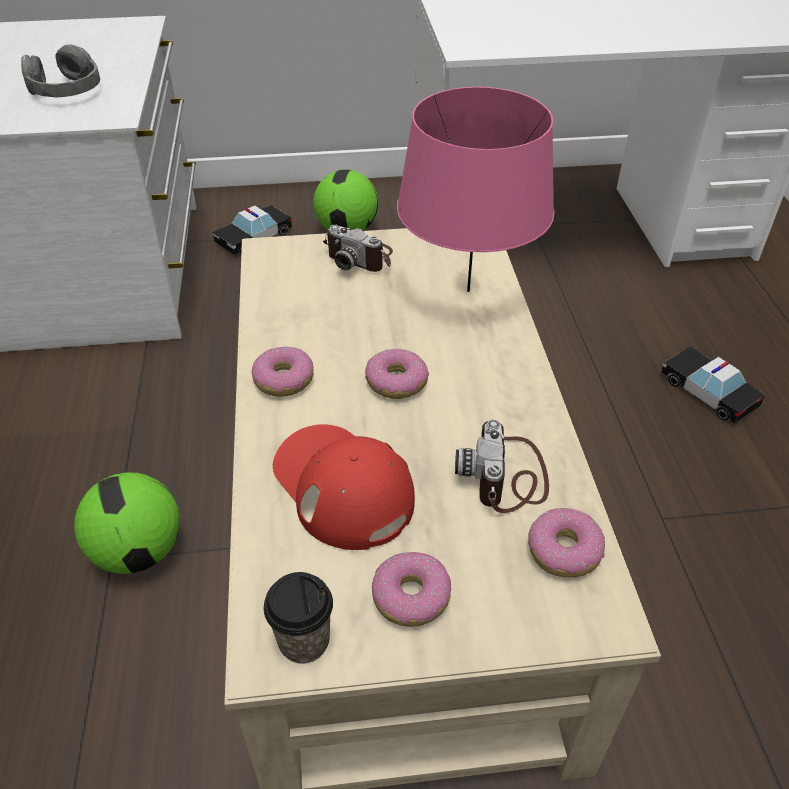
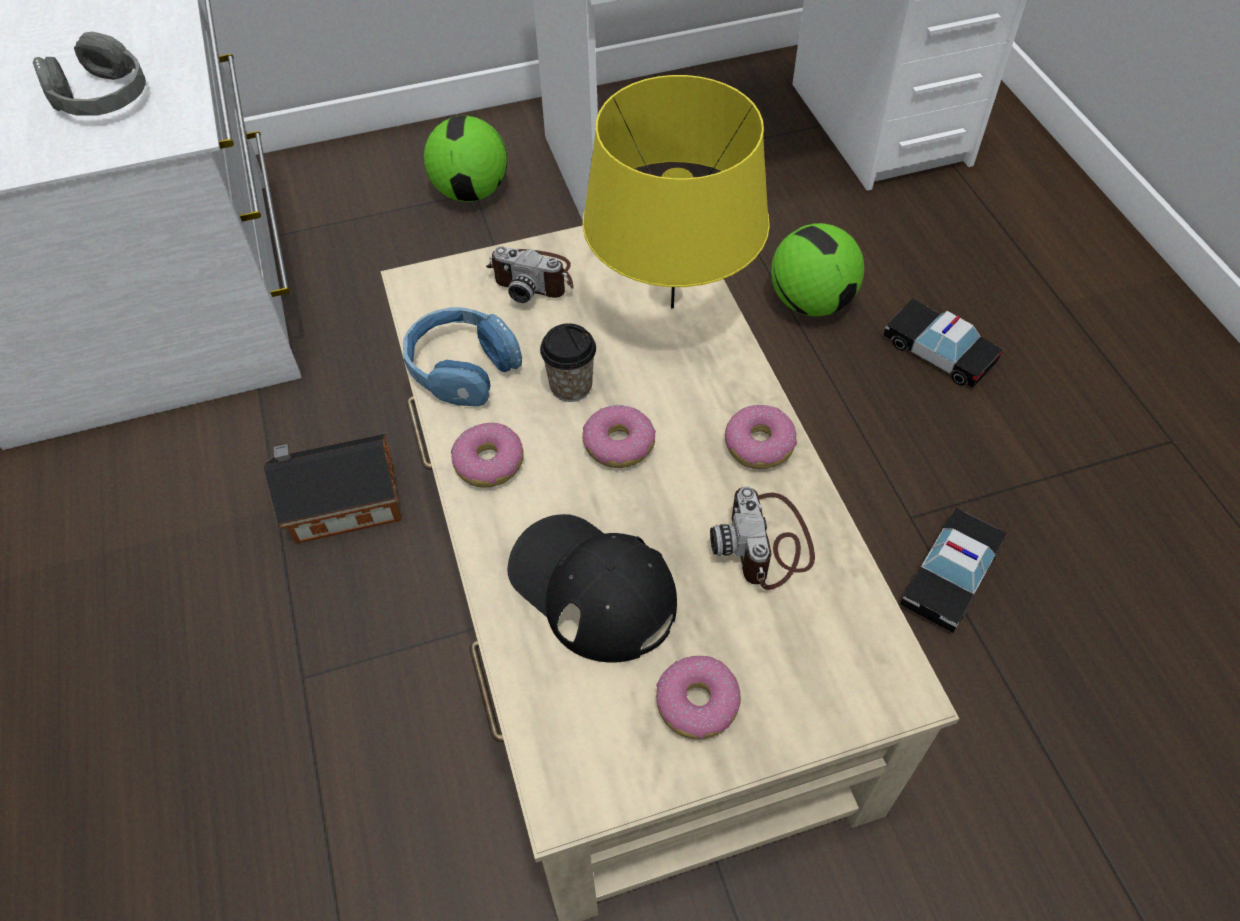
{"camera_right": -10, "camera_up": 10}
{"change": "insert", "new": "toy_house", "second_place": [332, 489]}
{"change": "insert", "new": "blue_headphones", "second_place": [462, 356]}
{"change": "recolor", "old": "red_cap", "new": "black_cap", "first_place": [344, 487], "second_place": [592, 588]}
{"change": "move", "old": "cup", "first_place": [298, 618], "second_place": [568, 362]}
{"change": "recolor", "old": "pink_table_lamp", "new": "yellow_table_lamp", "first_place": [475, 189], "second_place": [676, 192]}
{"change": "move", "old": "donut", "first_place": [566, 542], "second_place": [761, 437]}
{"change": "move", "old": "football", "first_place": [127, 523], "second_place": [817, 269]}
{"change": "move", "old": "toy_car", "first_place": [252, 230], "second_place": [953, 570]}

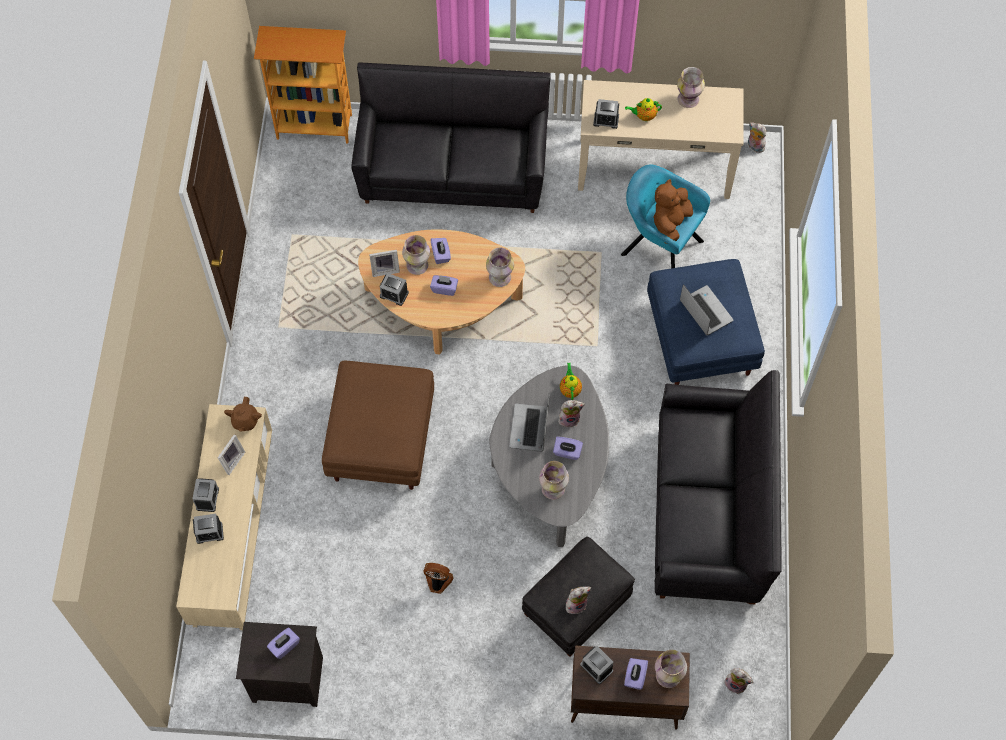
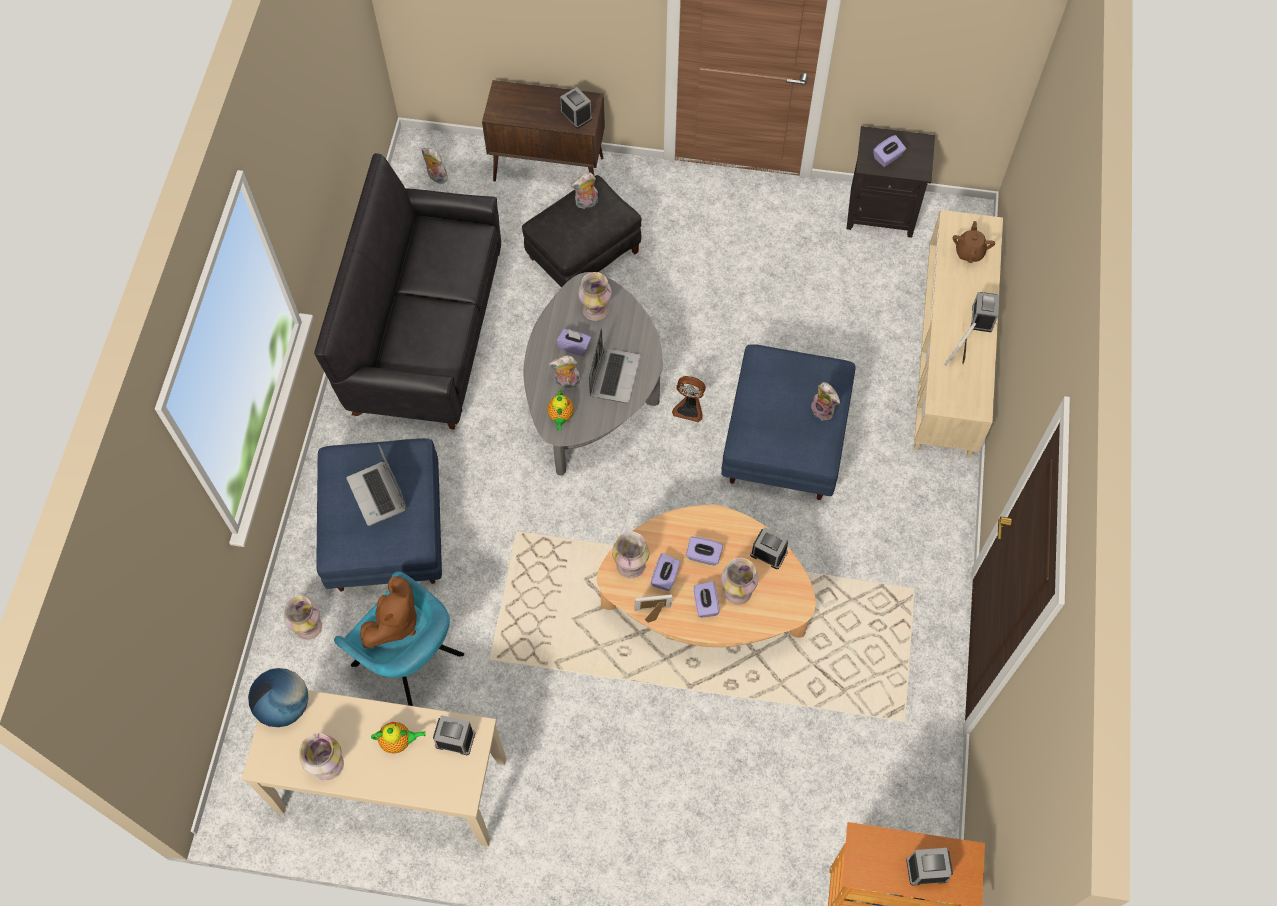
{"camera_right": -175, "camera_up": 0}
{"change": "insert", "new": "globe", "second_place": [278, 697]}
{"change": "move", "old": "vase", "first_place": [671, 669], "second_place": [303, 618]}
{"change": "move", "old": "picture_frame", "first_place": [384, 263], "second_place": [653, 608]}
{"change": "move", "old": "purple_tissue_box", "first_place": [636, 674], "second_place": [665, 572]}
{"change": "move", "old": "fan", "first_place": [438, 578], "second_place": [689, 399]}
{"change": "recolor", "old": "brown_ottoman", "new": "blue_ottoman", "first_place": [378, 425], "second_place": [788, 422]}
{"change": "move", "old": "plush_toy", "first_place": [757, 137], "second_place": [825, 401]}
{"change": "move", "old": "alarm_clock", "first_place": [208, 529], "second_place": [929, 867]}
{"change": "move", "old": "brown_teapot", "first_place": [243, 414], "second_place": [974, 242]}
{"change": "delete", "old": "black_sofa", "first_place": [451, 138]}

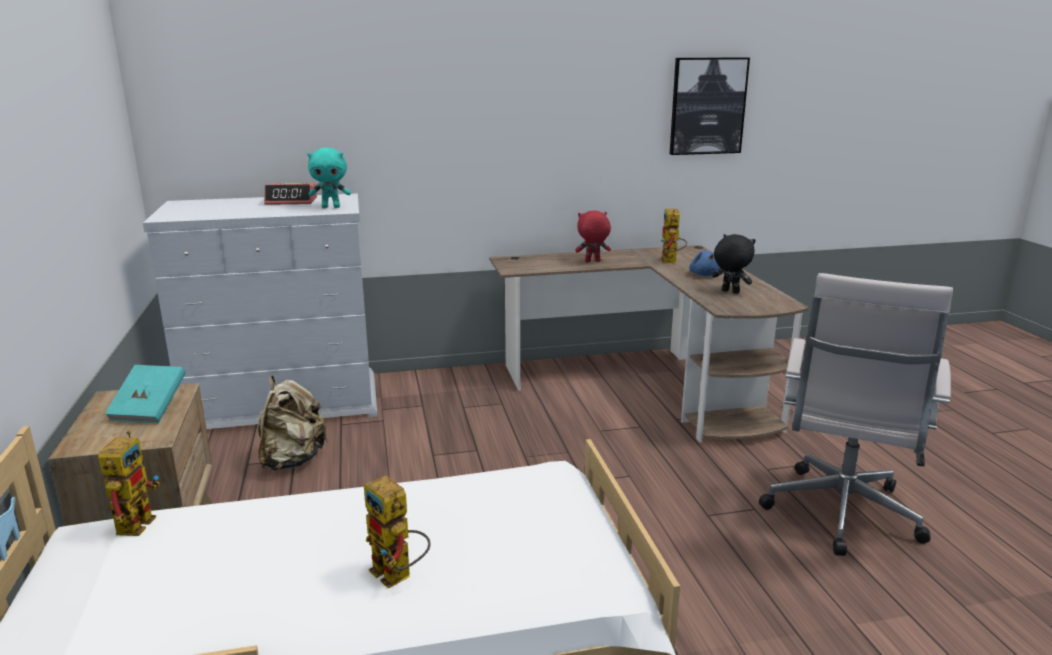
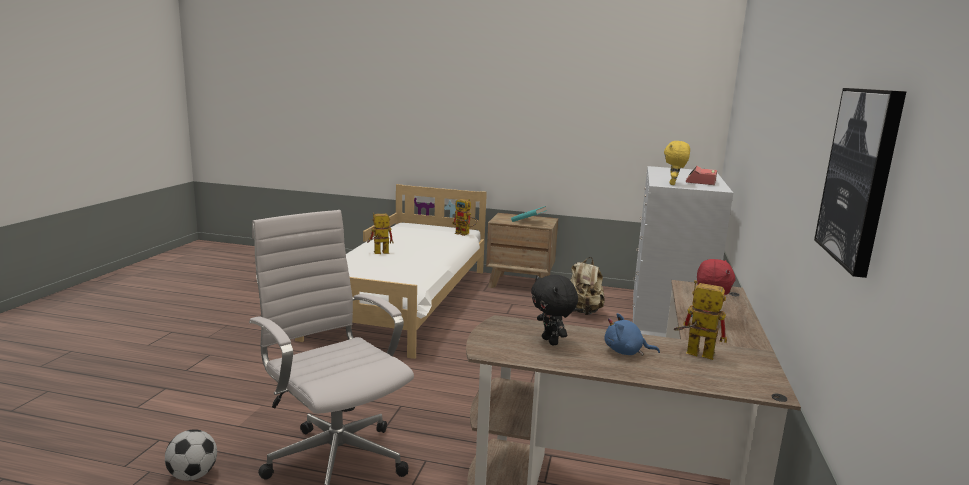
{"camera_right": 115, "camera_up": -5}
{"change": "insert", "new": "football", "second_place": [191, 455]}
{"change": "rotate", "old": "black_plush_toy", "first_place": [734, 264], "second_place": [554, 310], "degrees": 90}
{"change": "recolor", "old": "turquoise_plush_toy", "new": "yellow_plush_toy", "first_place": [329, 178], "second_place": [677, 163]}

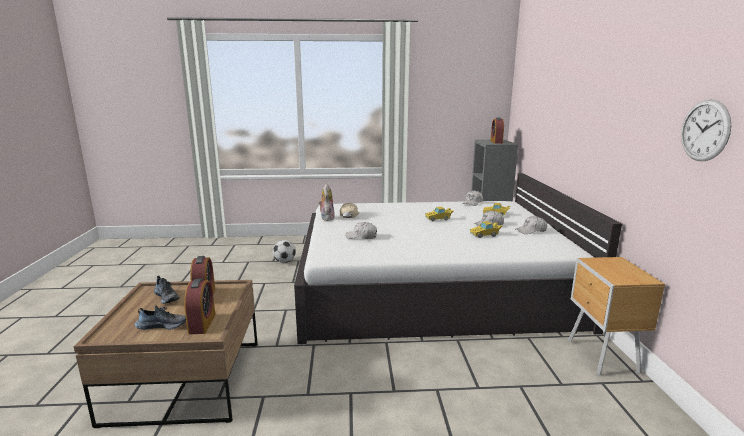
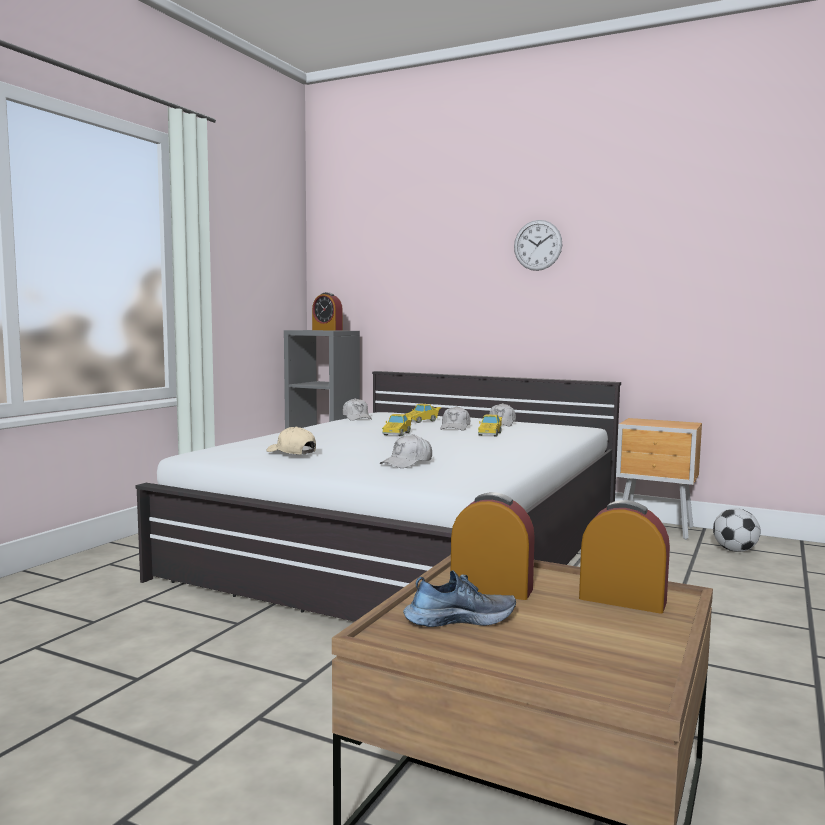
{"camera_right": -60, "camera_up": -10}
{"change": "move", "old": "wall_clock", "first_place": [706, 130], "second_place": [538, 245]}
{"change": "move", "old": "football", "first_place": [284, 251], "second_place": [737, 530]}
{"change": "delete", "old": "shoe", "first_place": [160, 317]}
{"change": "delete", "old": "plush_toy", "first_place": [326, 202]}

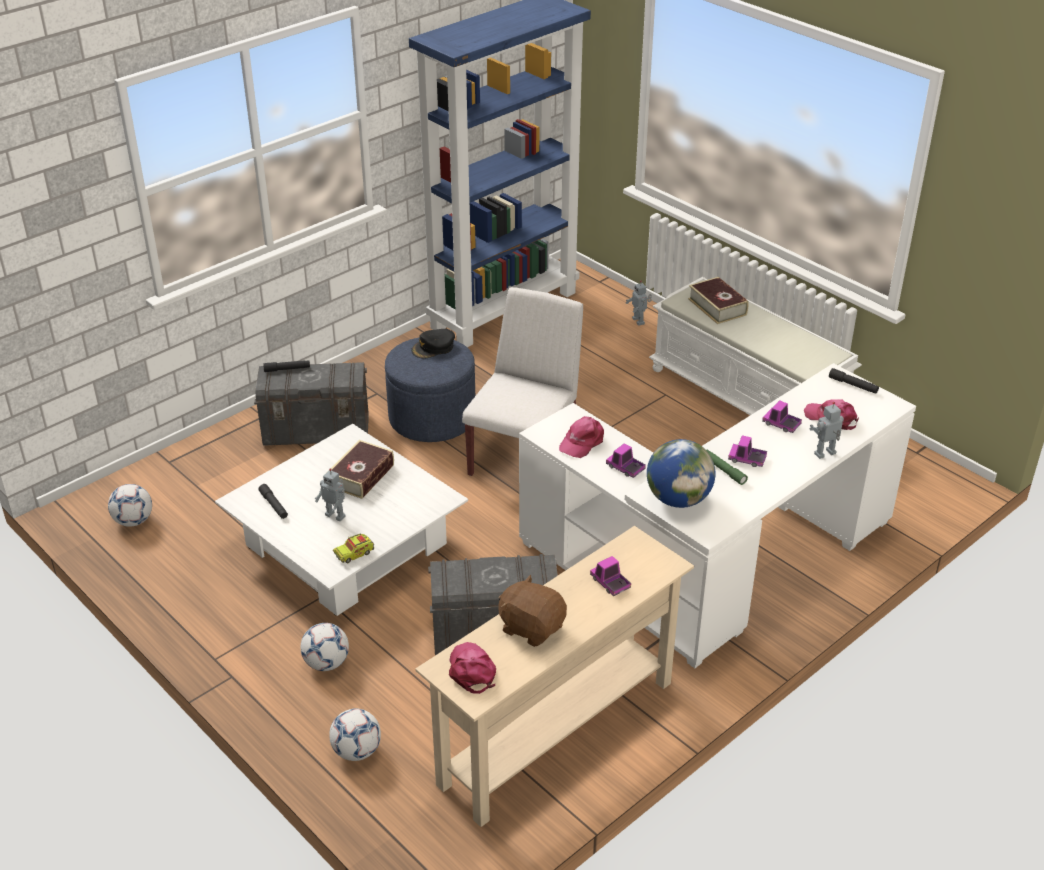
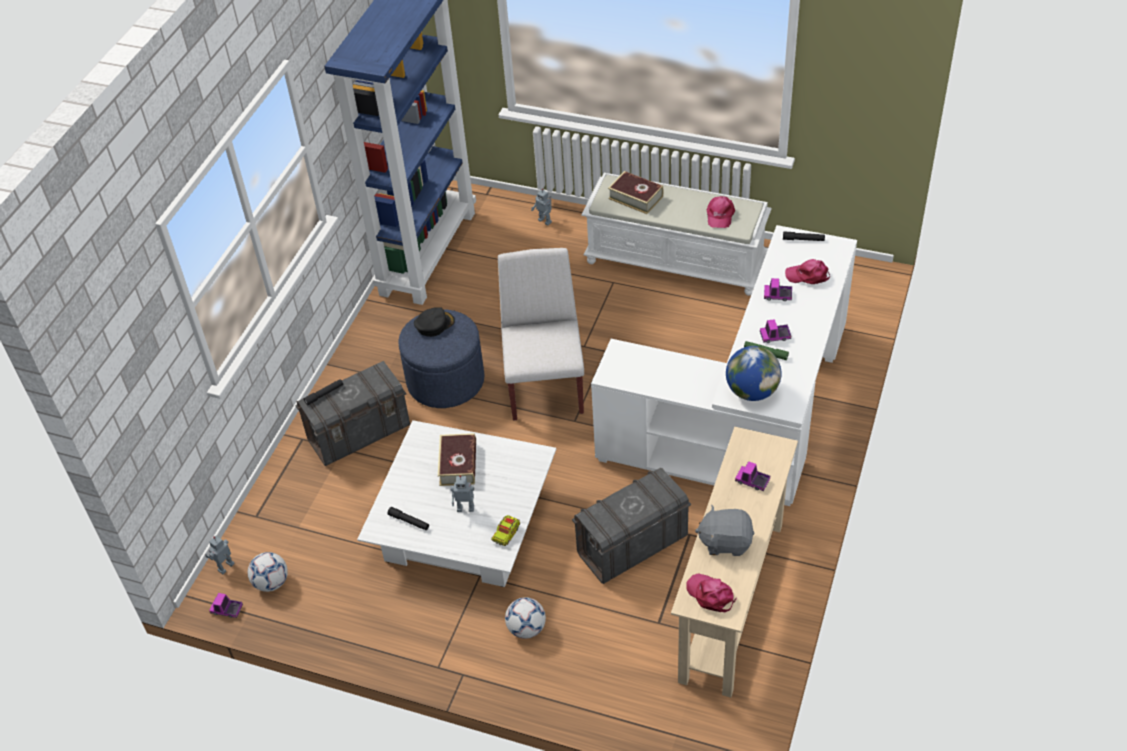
{"camera_right": -25, "camera_up": 10}
{"change": "move", "old": "toy_robot", "first_place": [826, 430], "second_place": [220, 555]}
{"change": "move", "old": "toy_truck", "first_place": [626, 460], "second_place": [226, 605]}
{"change": "rotate", "old": "black_cap", "first_place": [433, 344], "second_place": [434, 322], "degrees": -150}
{"change": "recolor", "old": "brown_plush_toy", "new": "grey_plush_toy", "first_place": [532, 611], "second_place": [725, 530]}
{"change": "move", "old": "pink_cap", "first_place": [581, 437], "second_place": [721, 212]}
{"change": "delete", "old": "football", "first_place": [355, 734]}

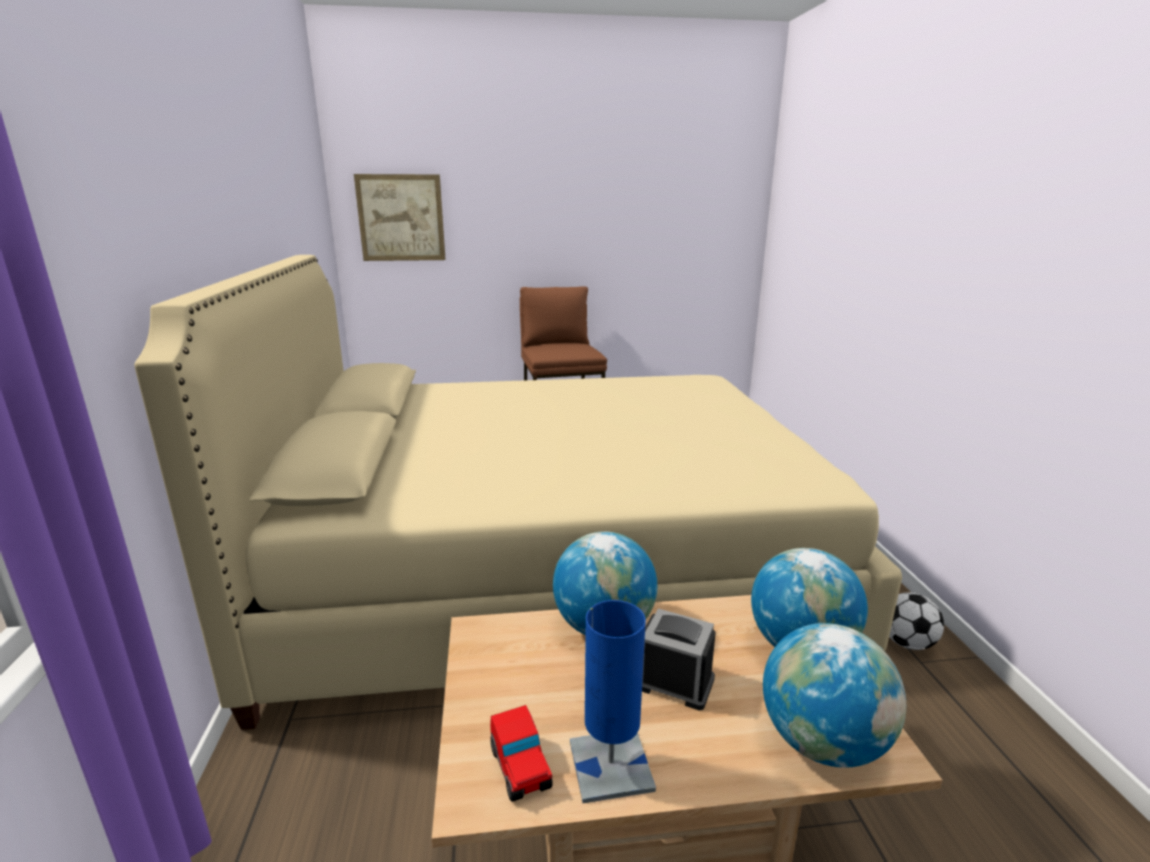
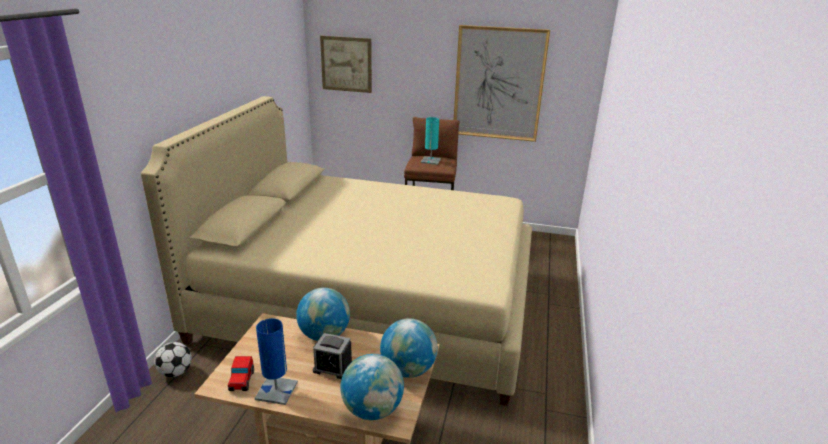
{"camera_right": 20, "camera_up": 5}
{"change": "move", "old": "football", "first_place": [916, 621], "second_place": [173, 359]}
{"change": "rotate", "old": "alarm_clock", "first_place": [679, 659], "second_place": [332, 356], "degrees": 150}
{"change": "insert", "new": "turquoise_table_lamp", "second_place": [431, 141]}
{"change": "insert", "new": "picture", "second_place": [502, 83]}

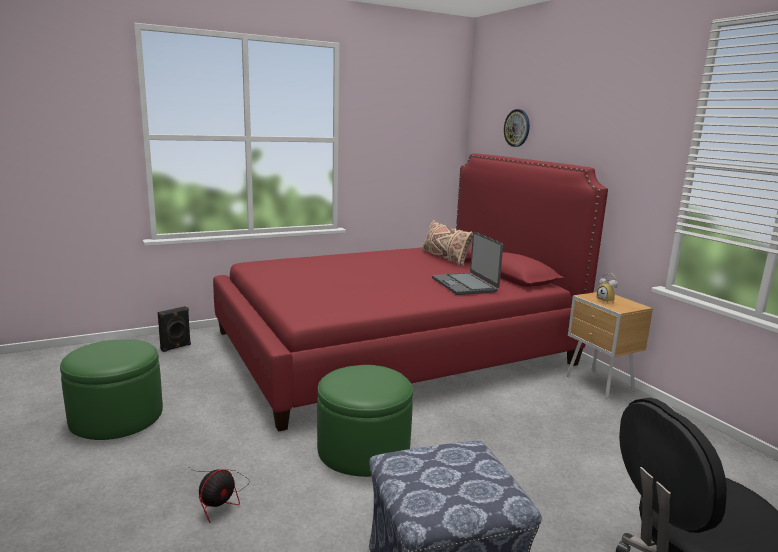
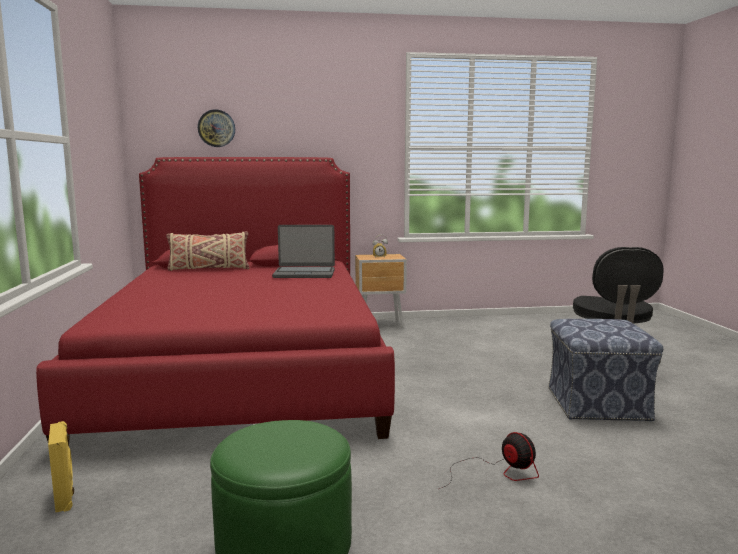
{"camera_right": -70, "camera_up": -5}
{"change": "recolor", "old": "black_speaker", "new": "yellow_speaker", "first_place": [174, 329], "second_place": [61, 466]}
{"change": "delete", "old": "green_ottoman", "first_place": [365, 421]}

